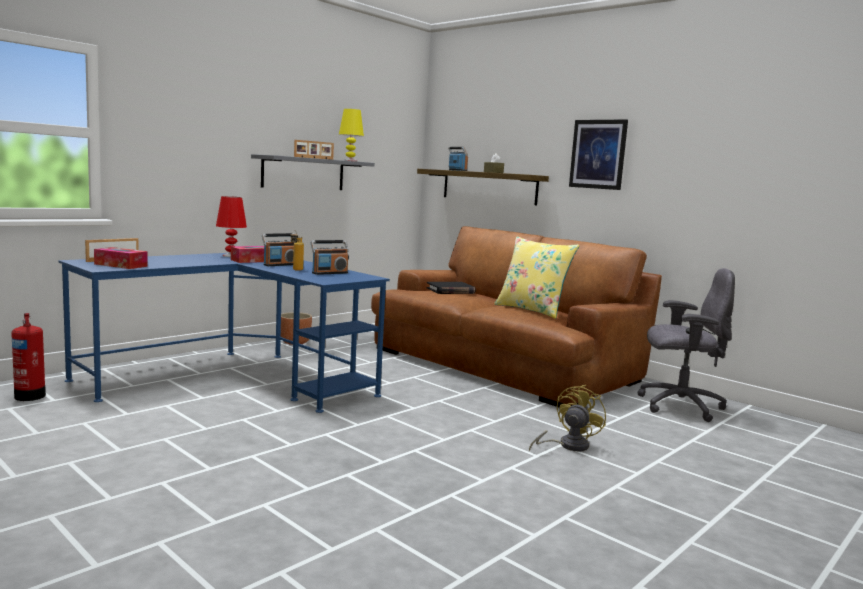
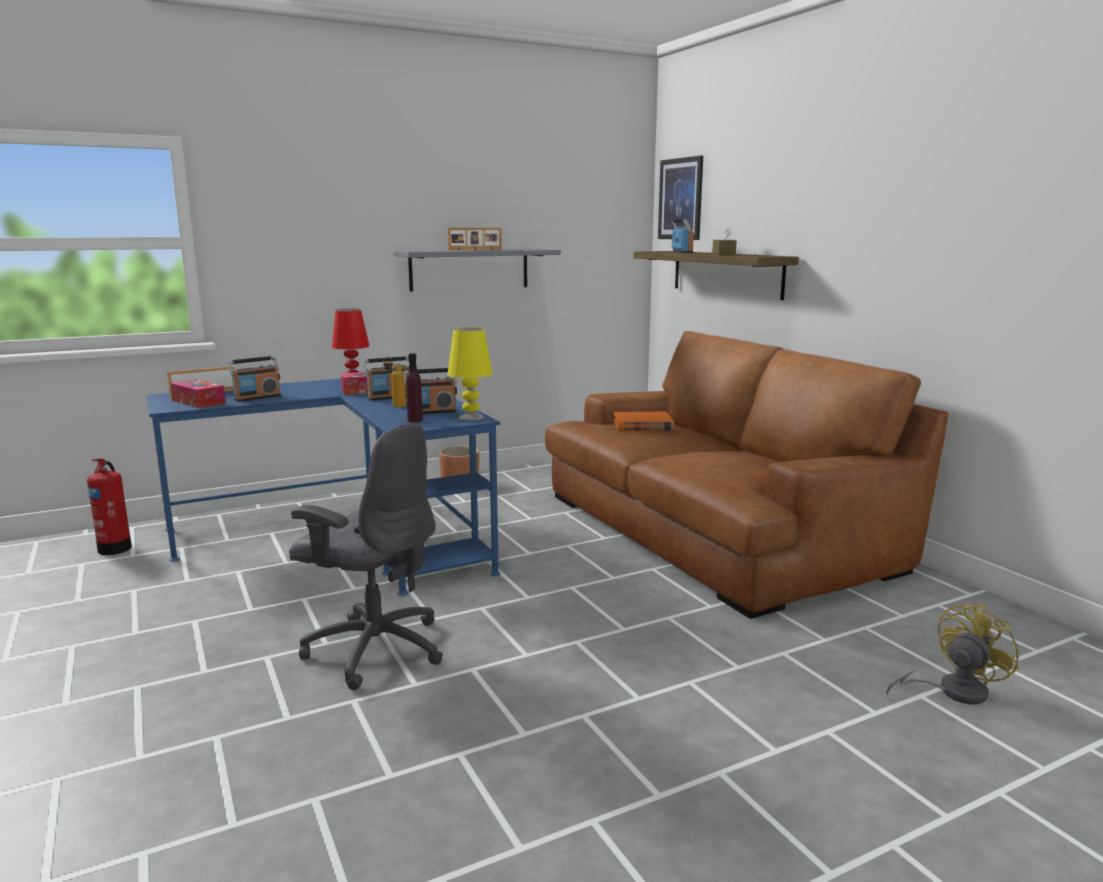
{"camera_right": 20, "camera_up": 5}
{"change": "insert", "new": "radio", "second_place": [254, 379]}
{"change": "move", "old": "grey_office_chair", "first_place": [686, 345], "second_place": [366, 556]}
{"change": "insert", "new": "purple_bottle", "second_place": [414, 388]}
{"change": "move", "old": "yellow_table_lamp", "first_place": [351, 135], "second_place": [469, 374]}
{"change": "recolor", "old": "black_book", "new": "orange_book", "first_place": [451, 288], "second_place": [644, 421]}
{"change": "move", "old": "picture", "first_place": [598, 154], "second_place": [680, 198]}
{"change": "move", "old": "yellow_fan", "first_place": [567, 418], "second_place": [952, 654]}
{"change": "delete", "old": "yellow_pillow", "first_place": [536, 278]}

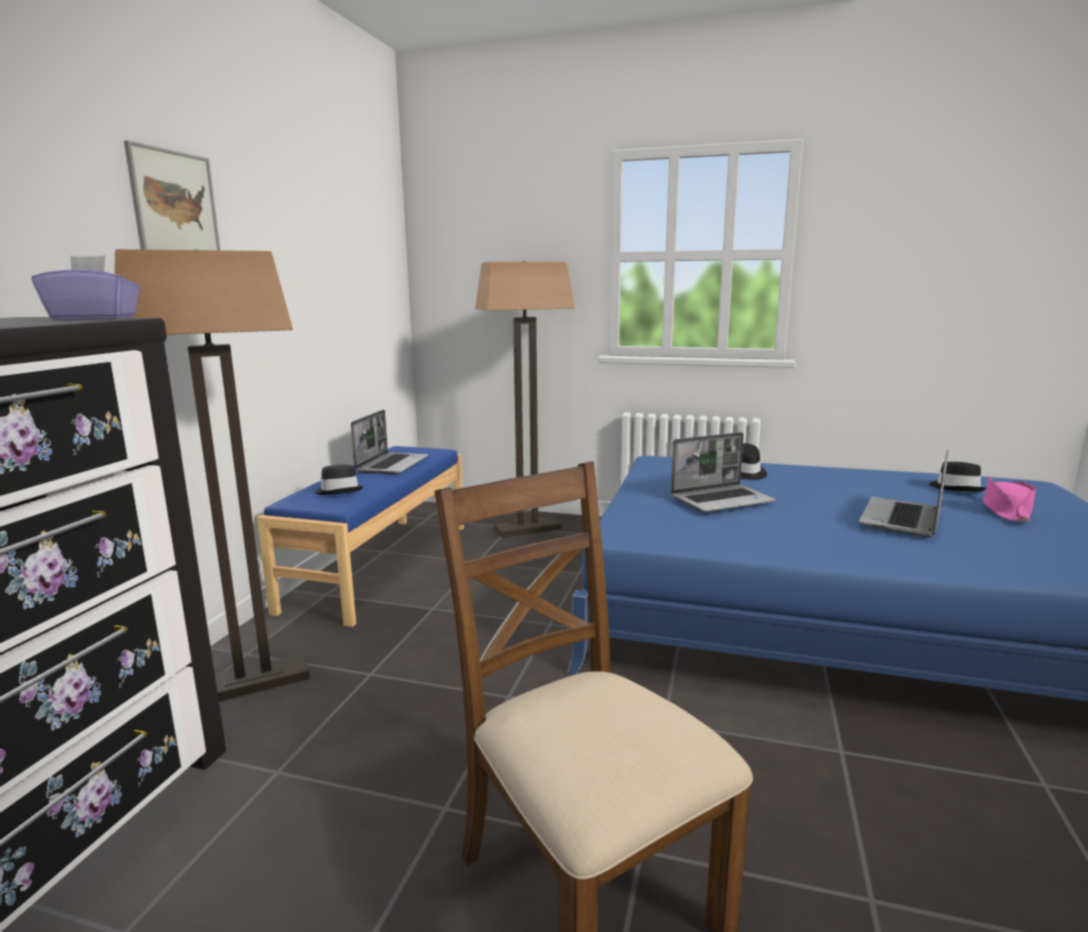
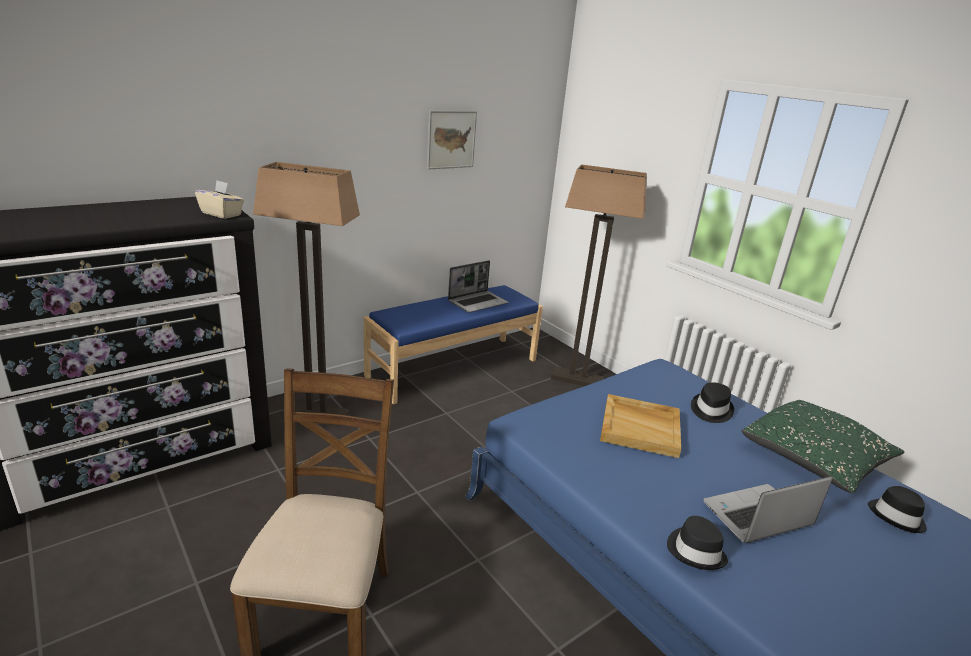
{"camera_right": 35, "camera_up": 10}
{"change": "recolor", "old": "purple_tissue_box", "new": "beige_tissue_box", "first_place": [86, 287], "second_place": [219, 199]}
{"change": "move", "old": "picture", "first_place": [172, 195], "second_place": [452, 140]}
{"change": "replace", "old": "laptop", "new": "beige_tray", "first_place": [723, 472], "second_place": [640, 426]}
{"change": "move", "old": "black_hat", "first_place": [339, 479], "second_place": [697, 543]}
{"change": "insert", "new": "green_pillow", "second_place": [823, 446]}
{"change": "delete", "old": "pink_hat", "first_place": [1009, 499]}

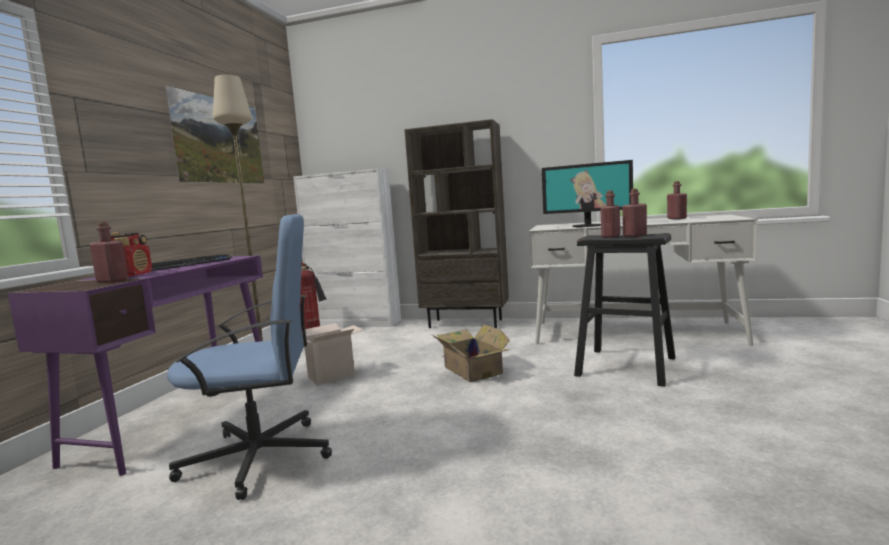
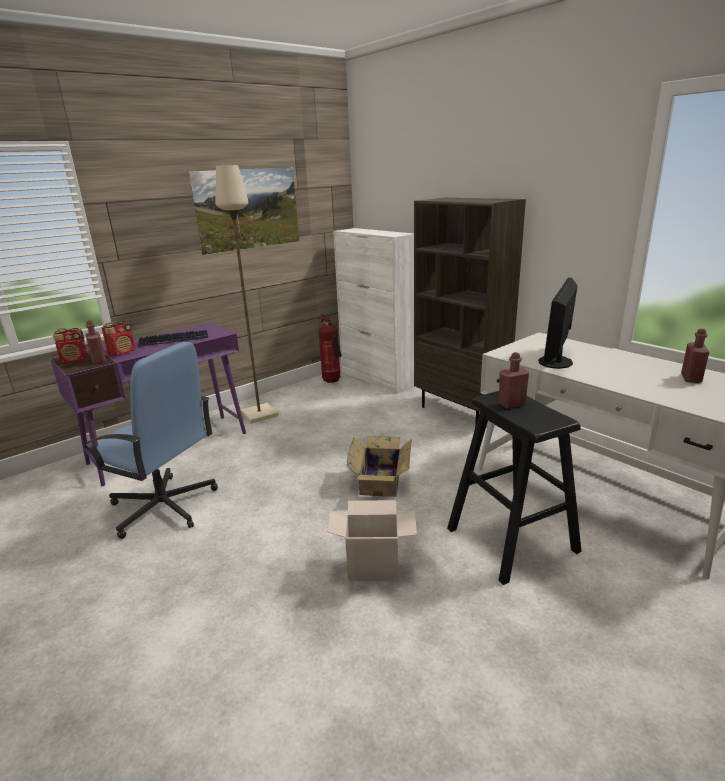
{"camera_right": 35, "camera_up": 15}
{"change": "insert", "new": "radio", "second_place": [70, 345]}
{"change": "move", "old": "cardboard_box", "first_place": [332, 354], "second_place": [372, 540]}
{"change": "rotate", "old": "monitor", "first_place": [587, 193], "second_place": [558, 323], "degrees": 60}
{"change": "delete", "old": "red_bottle", "first_place": [634, 213]}

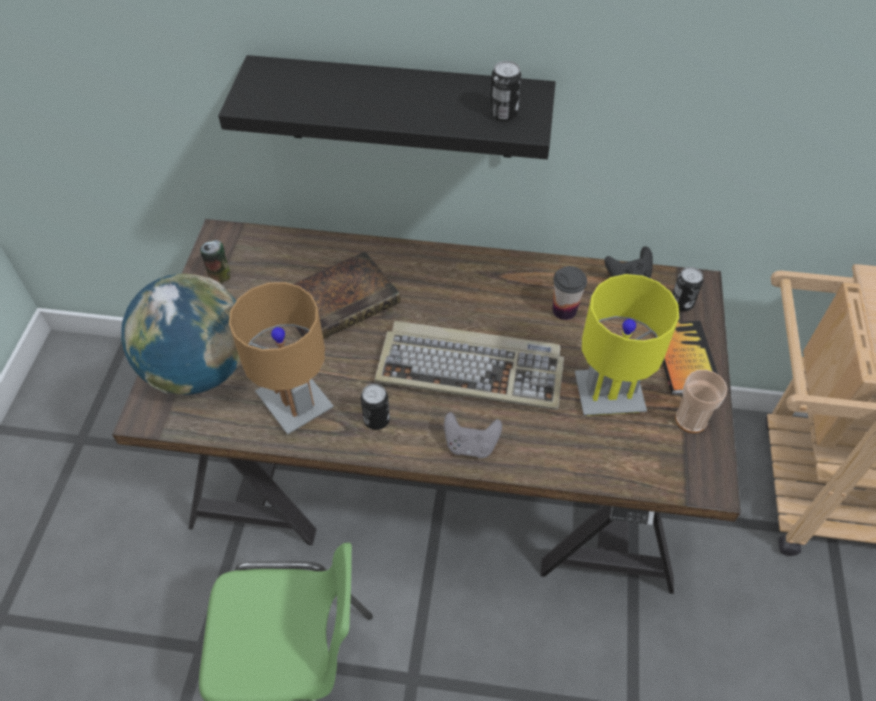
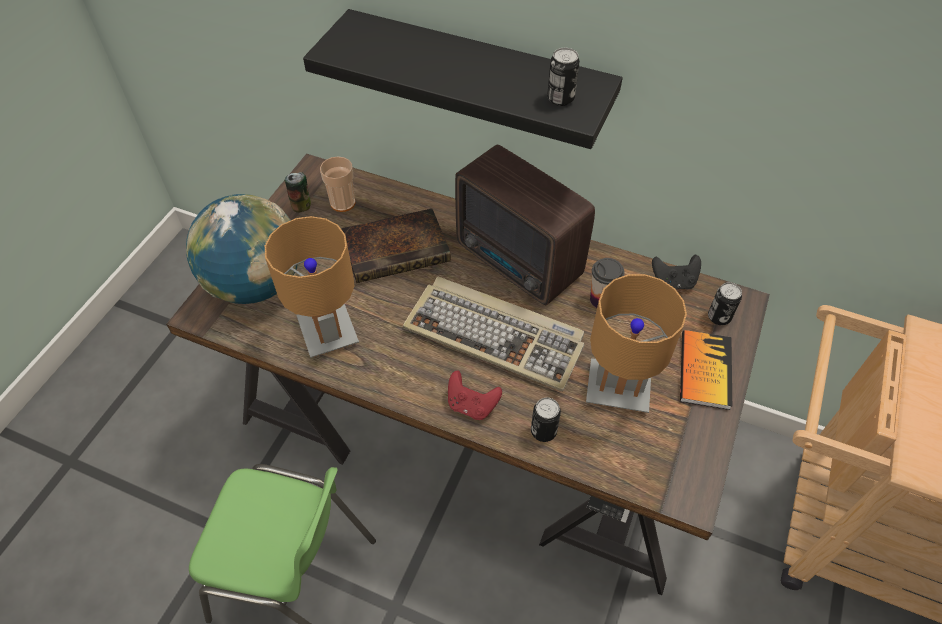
{"camera_right": 15, "camera_up": 0}
{"change": "move", "old": "cup", "first_place": [701, 401], "second_place": [337, 184]}
{"change": "recolor", "old": "grey_game_controller", "new": "red_game_controller", "first_place": [473, 435], "second_place": [475, 395]}
{"change": "insert", "new": "radio", "second_place": [525, 224]}
{"change": "move", "old": "can", "first_place": [375, 407], "second_place": [546, 420]}
{"change": "recolor", "old": "yellow_table_lamp", "new": "brown_table_lamp", "first_place": [627, 345], "second_place": [636, 343]}

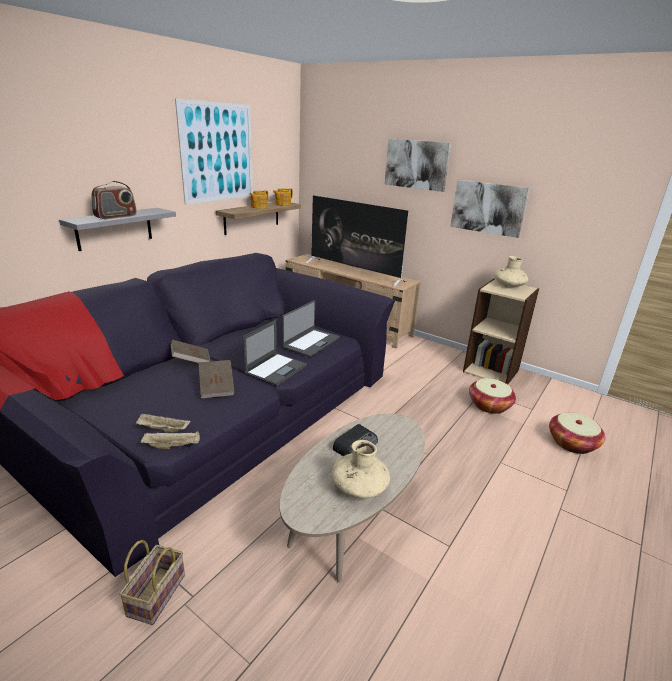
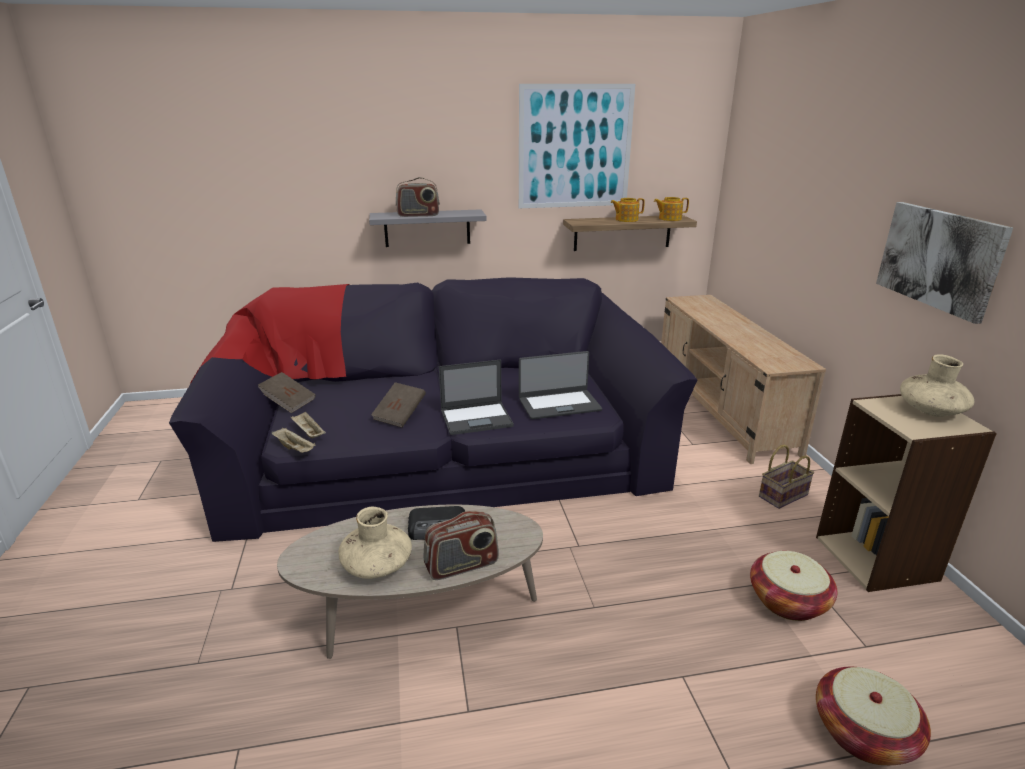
{"camera_right": 45, "camera_up": 0}
{"change": "move", "old": "brown_book", "first_place": [191, 351], "second_place": [287, 392]}
{"change": "insert", "new": "radio", "second_place": [461, 545]}
{"change": "move", "old": "basket", "first_place": [152, 582], "second_place": [786, 477]}
{"change": "delete", "old": "television", "first_place": [357, 241]}
{"change": "delete", "old": "picture", "first_place": [418, 165]}

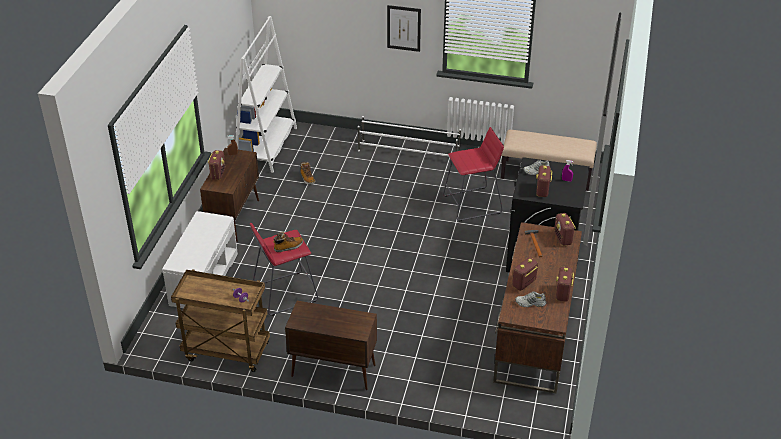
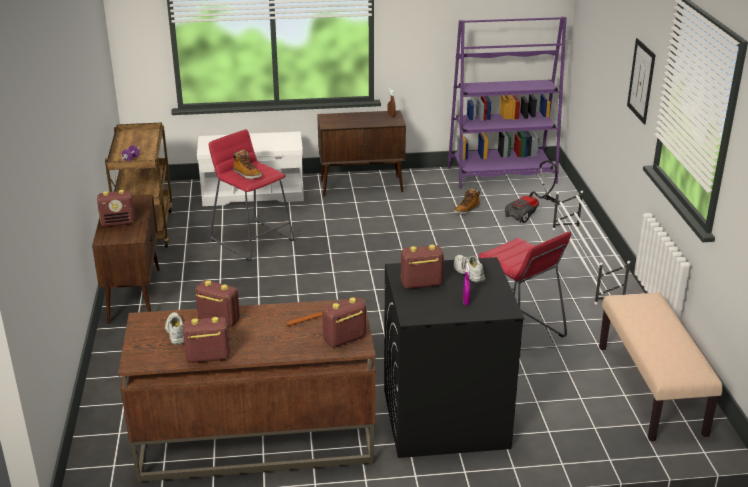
{"camera_right": 70, "camera_up": -10}
{"change": "move", "old": "radio", "first_place": [216, 165], "second_place": [116, 208]}
{"change": "recolor", "old": "white_bookcase", "new": "purple_bookcase", "first_place": [266, 94], "second_place": [507, 103]}
{"change": "insert", "new": "vacuum_cleaner", "second_place": [532, 191]}

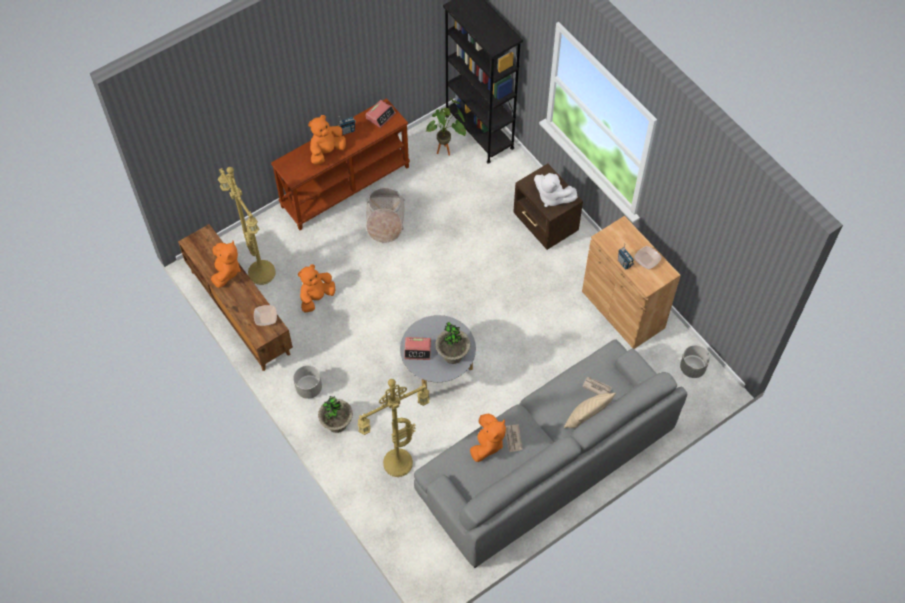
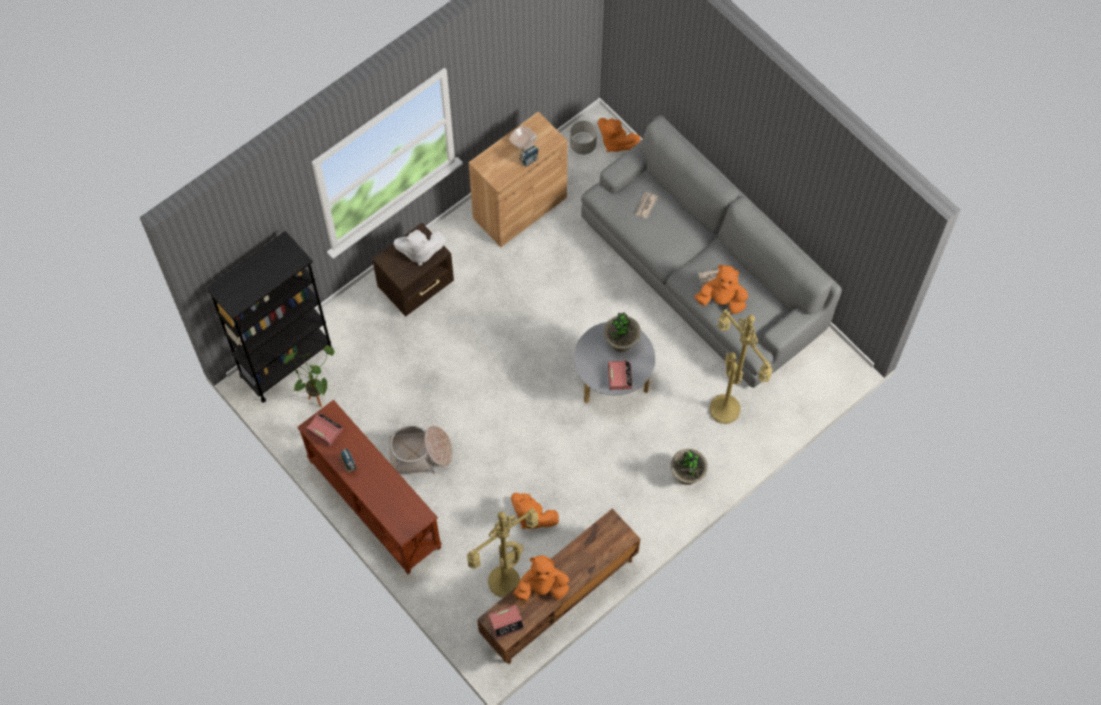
{"camera_right": -95, "camera_up": 5}
{"change": "rotate", "old": "white_plush_toy", "first_place": [556, 190], "second_place": [420, 248], "degrees": 60}
{"change": "insert", "new": "alarm_clock", "second_place": [507, 622]}
{"change": "move", "old": "orange_plush_toy", "first_place": [327, 140], "second_place": [619, 135]}
{"change": "delete", "old": "bowl", "first_place": [265, 315]}
{"change": "delete", "old": "grey_planter", "first_place": [307, 382]}
{"change": "delete", "old": "beige_pillow", "first_place": [590, 410]}

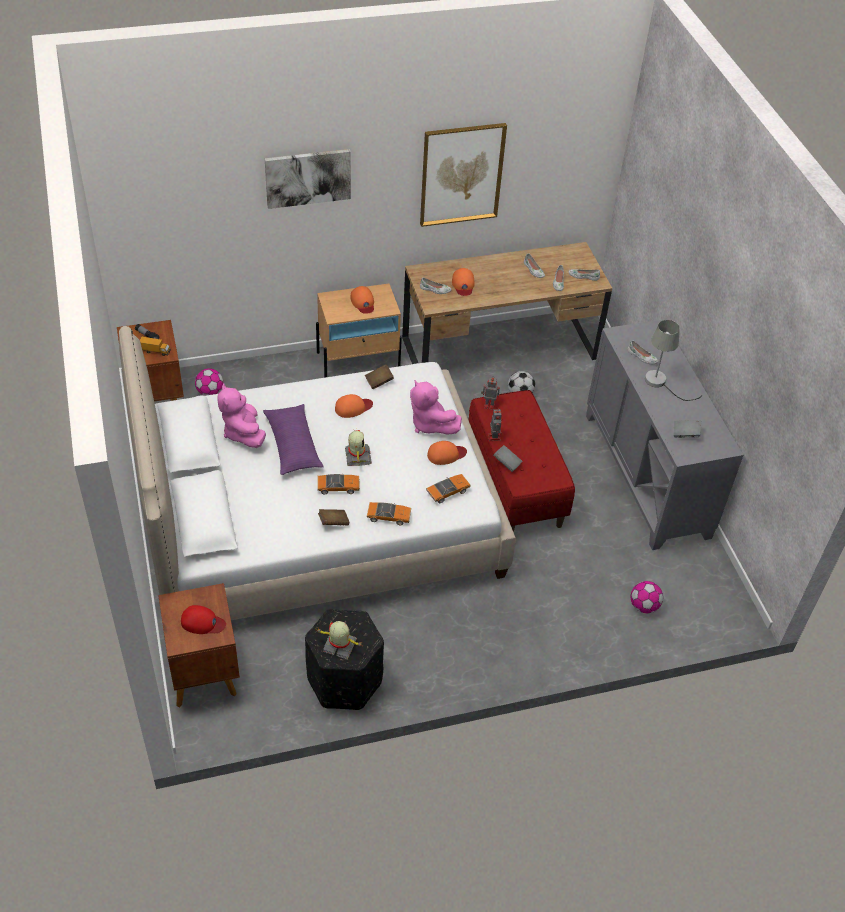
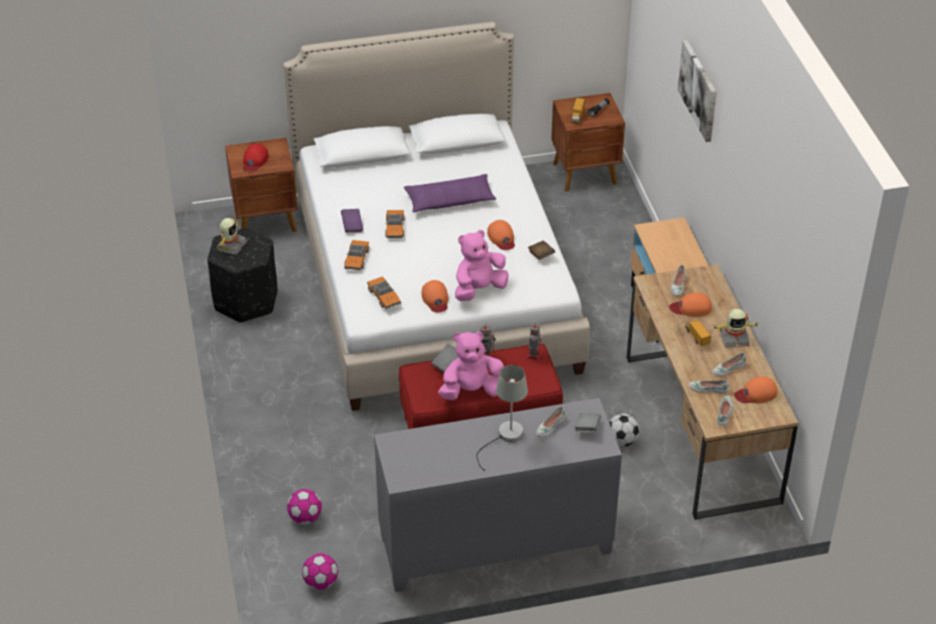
{"camera_right": 95, "camera_up": -5}
{"change": "move", "old": "football", "first_place": [209, 382], "second_place": [320, 571]}
{"change": "recolor", "old": "brown_book", "new": "purple_book", "first_place": [333, 517], "second_place": [352, 221]}
{"change": "move", "old": "pink_plush_toy", "first_place": [242, 416], "second_place": [471, 365]}
{"change": "move", "old": "grey_book", "first_place": [687, 429], "second_place": [587, 422]}
{"change": "insert", "new": "toy_truck", "second_place": [698, 333]}
{"change": "move", "old": "toy_robot", "first_place": [358, 447], "second_place": [736, 328]}
{"change": "move", "old": "orange_cap", "first_place": [362, 300], "second_place": [755, 389]}
{"change": "delete", "old": "picture", "first_place": [463, 175]}

